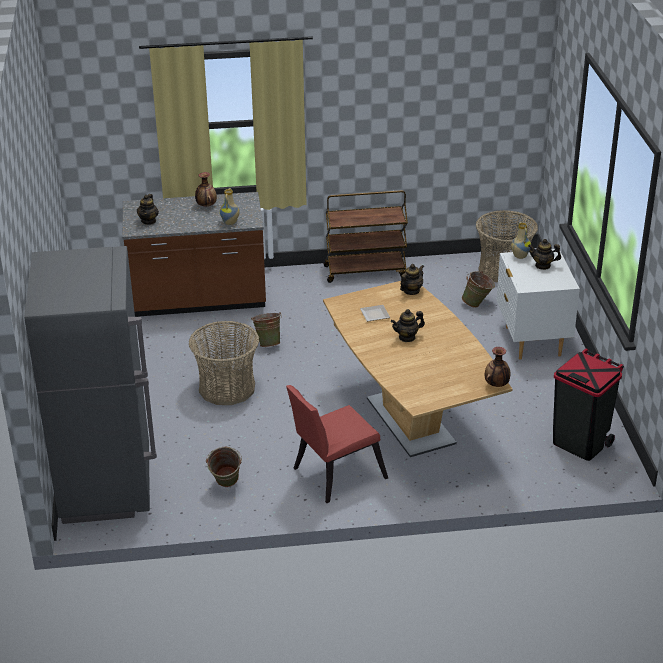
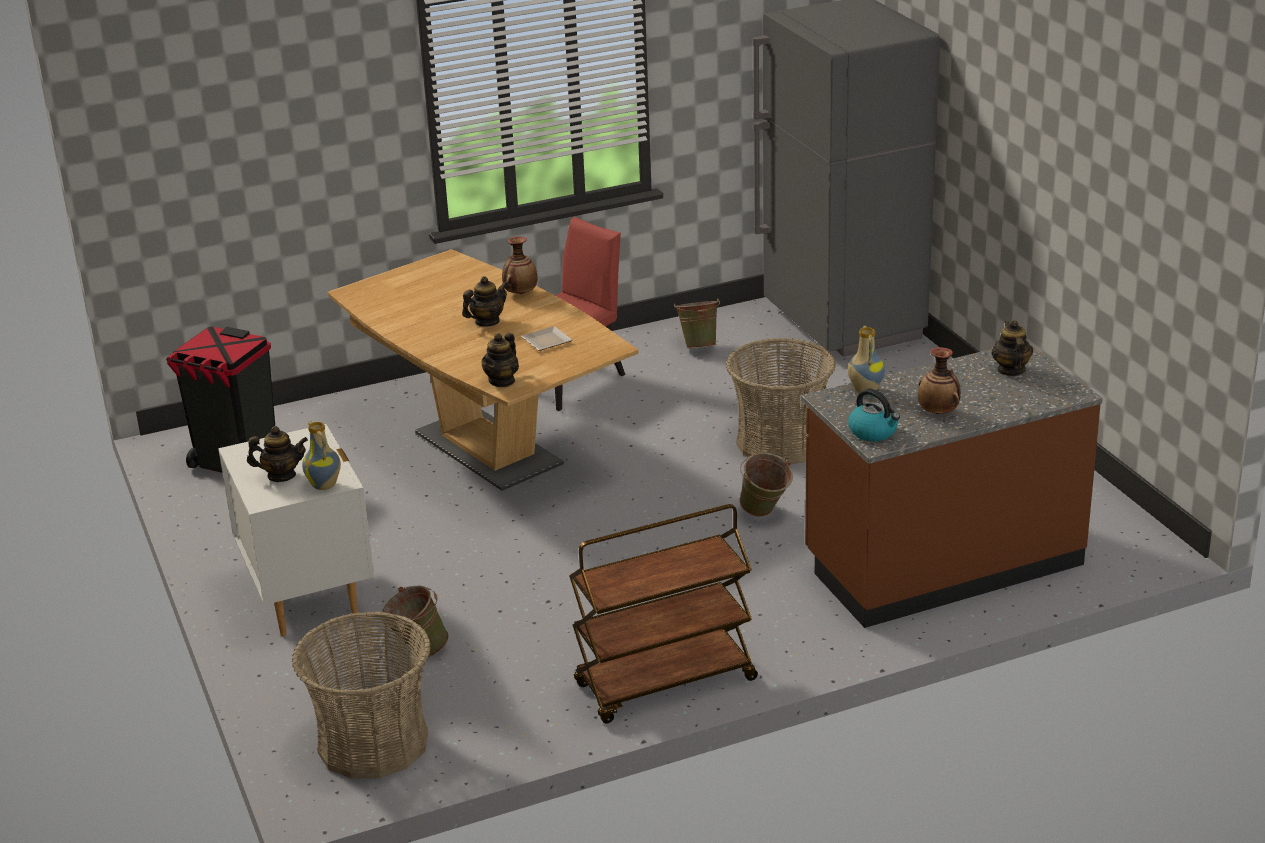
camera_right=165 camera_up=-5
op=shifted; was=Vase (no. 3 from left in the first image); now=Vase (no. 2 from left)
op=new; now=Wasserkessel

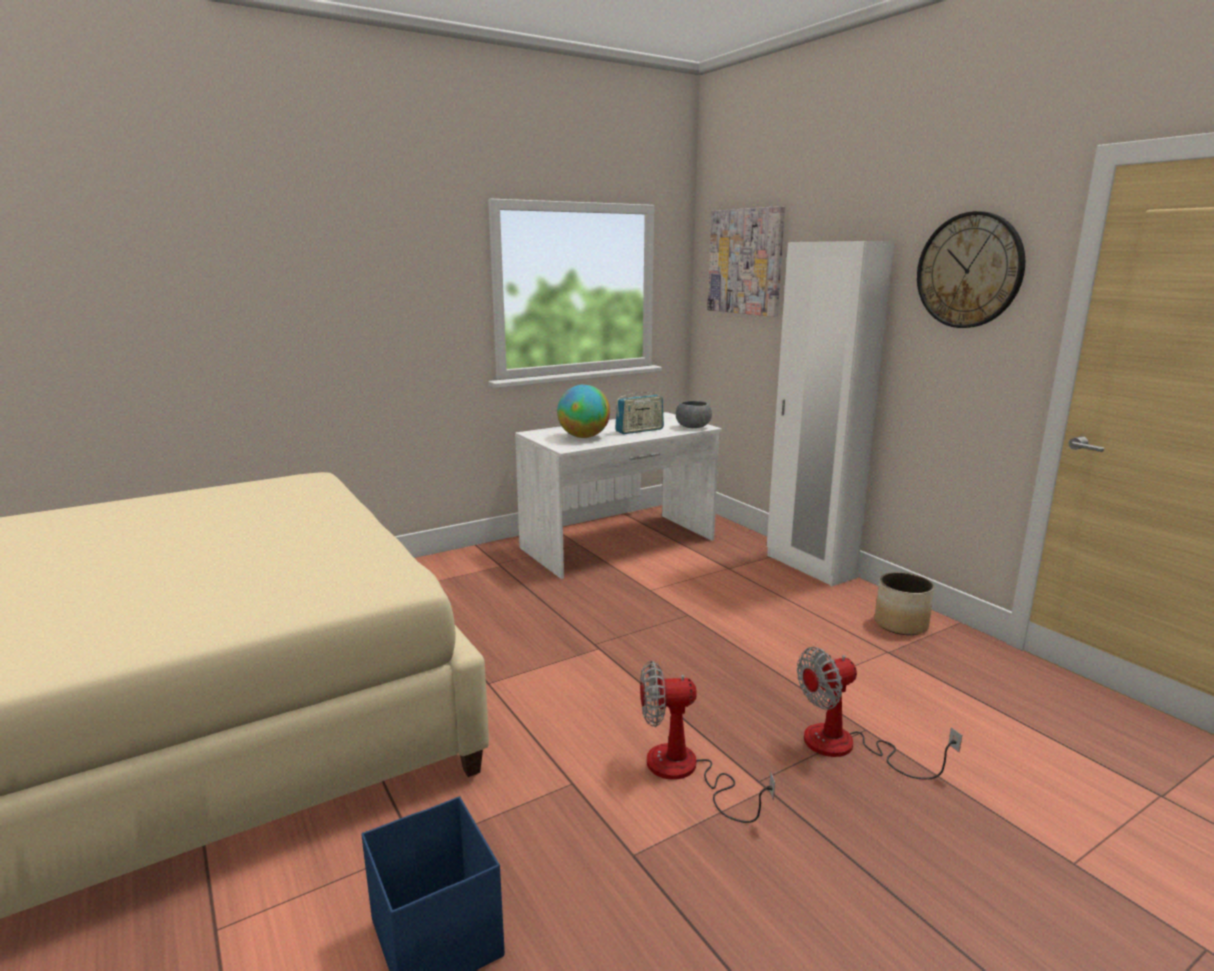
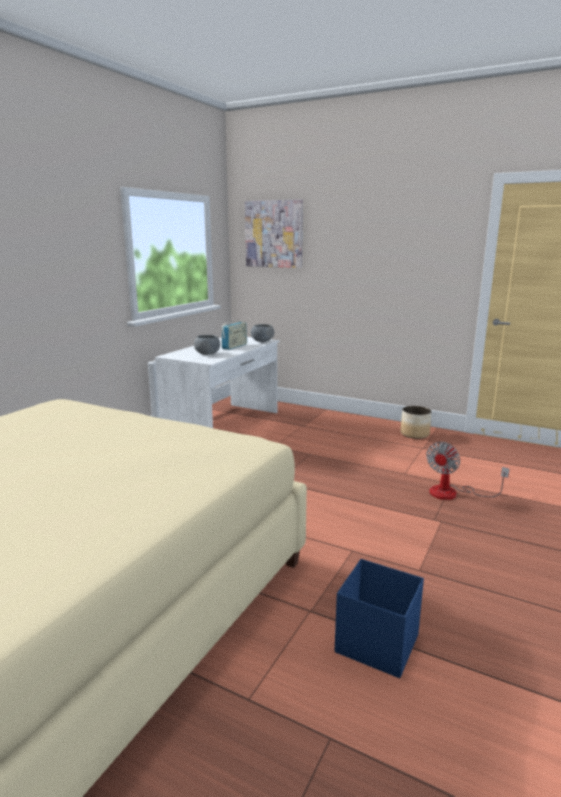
camera_right=-30 camera_up=0
op=gone; was=Wanduhr
op=gone; was=Kleiderschrank/weiß
op=swapped; was=Globus; now=Schüssel/grau (no. 1 from left)
op=gone; was=Ventilator (no. 1 from left)

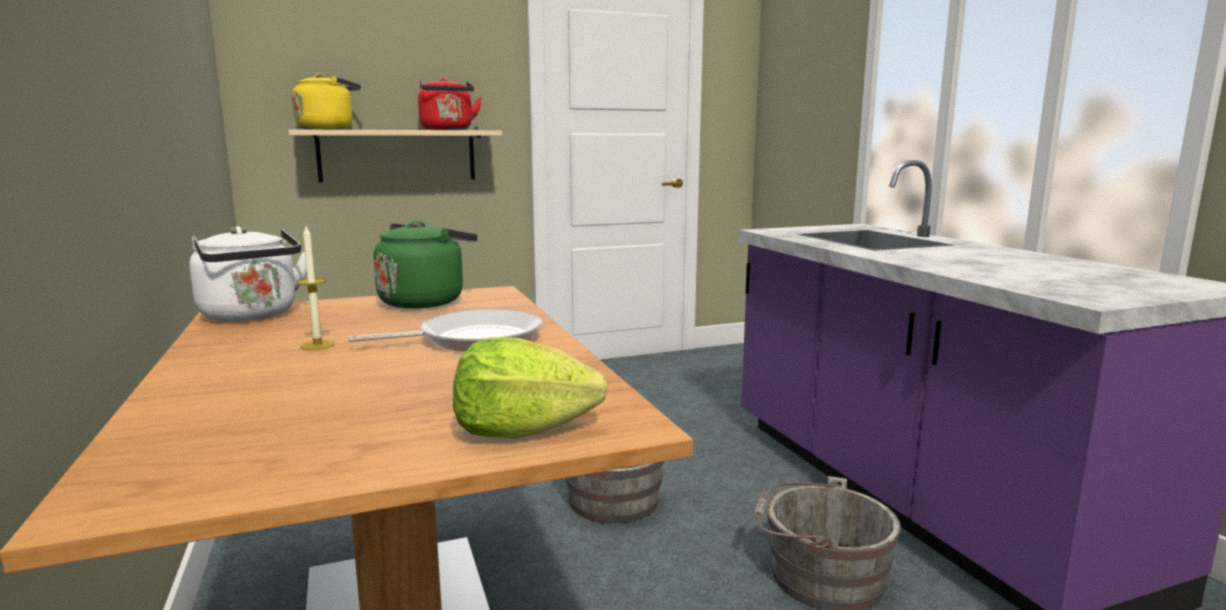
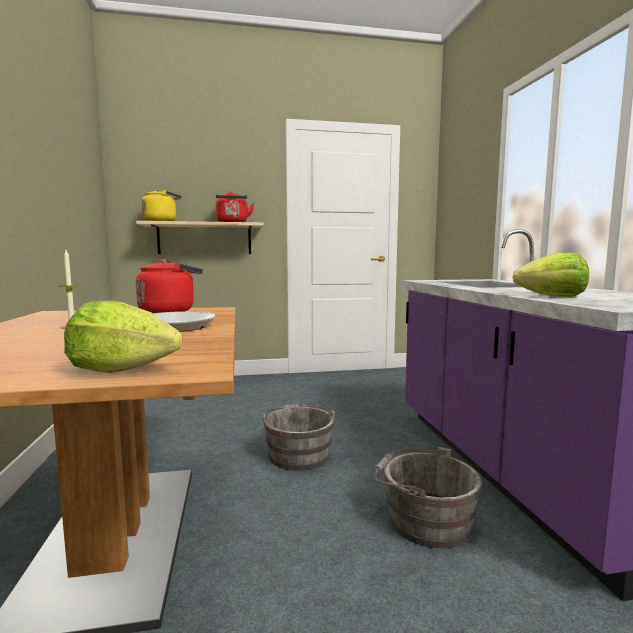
camera_right=10 camera_up=-5
op=repainted; was=Wasserkessel/grün; now=Wasserkessel/rot (no. 1 from left)
op=gone; was=Wasserkessel/weiß
op=new; now=Salatkopf (no. 2 from left)

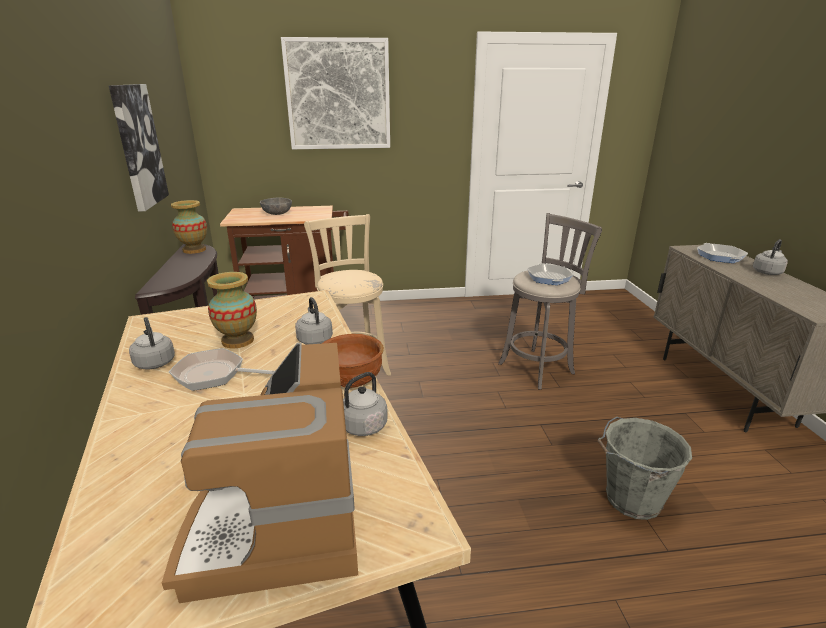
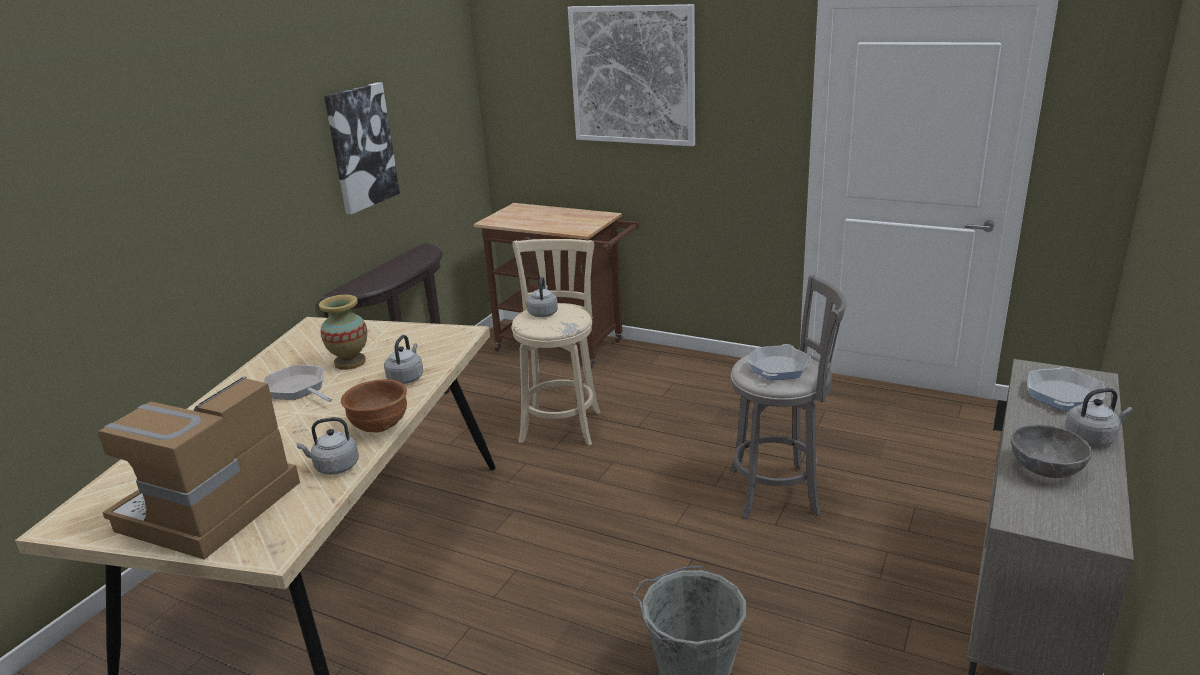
camera_right=35 camera_up=0
op=shifted; was=Schüssel/grau
op=gone; was=Vase (no. 1 from left)
op=shifted; was=Wasserkessel/grau (no. 1 from left in the first image); now=Wasserkessel/grau (no. 3 from left)

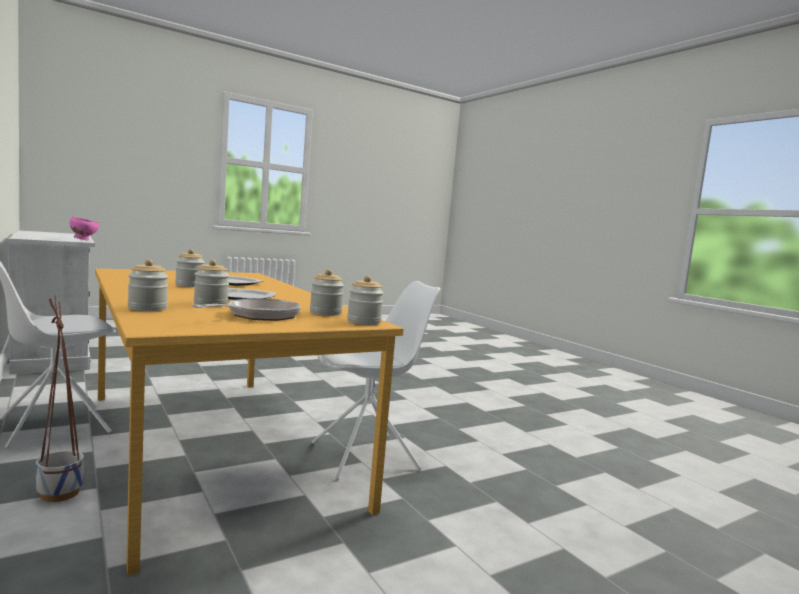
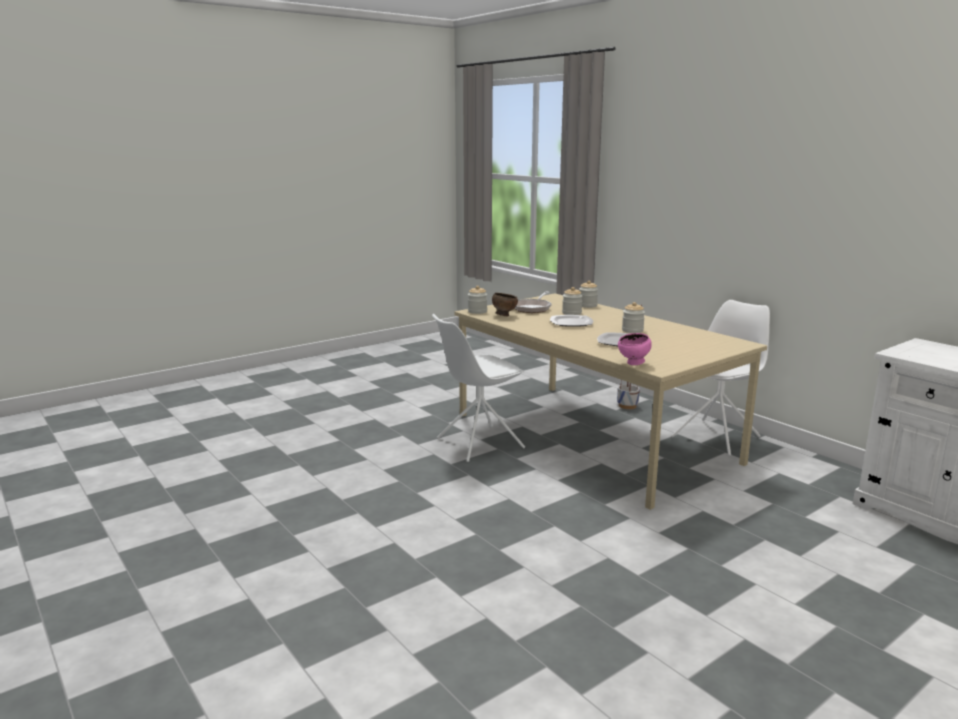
camera_right=175 camera_up=10
op=shifted; was=Schüssel/rosa
op=repainted; was=Esstisch/orange; now=Esstisch/beige
op=swapped; was=Vorratsglas (no. 4 from left); now=Schüssel/braun

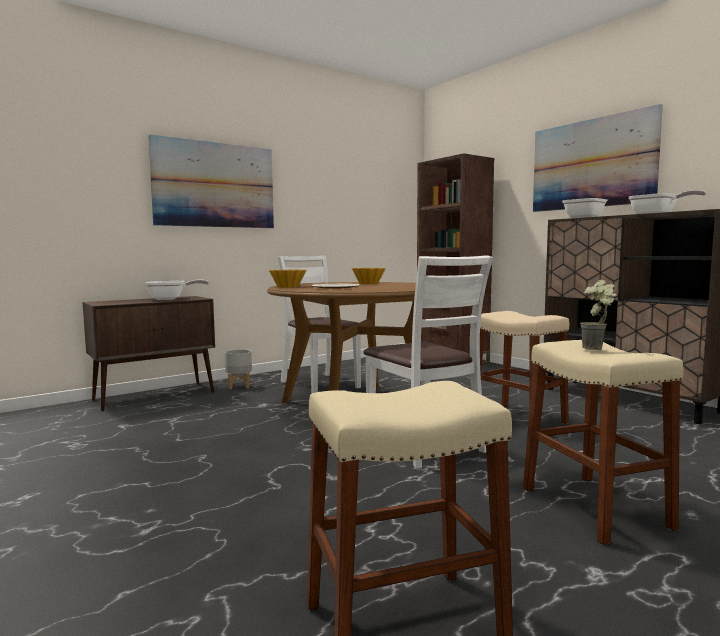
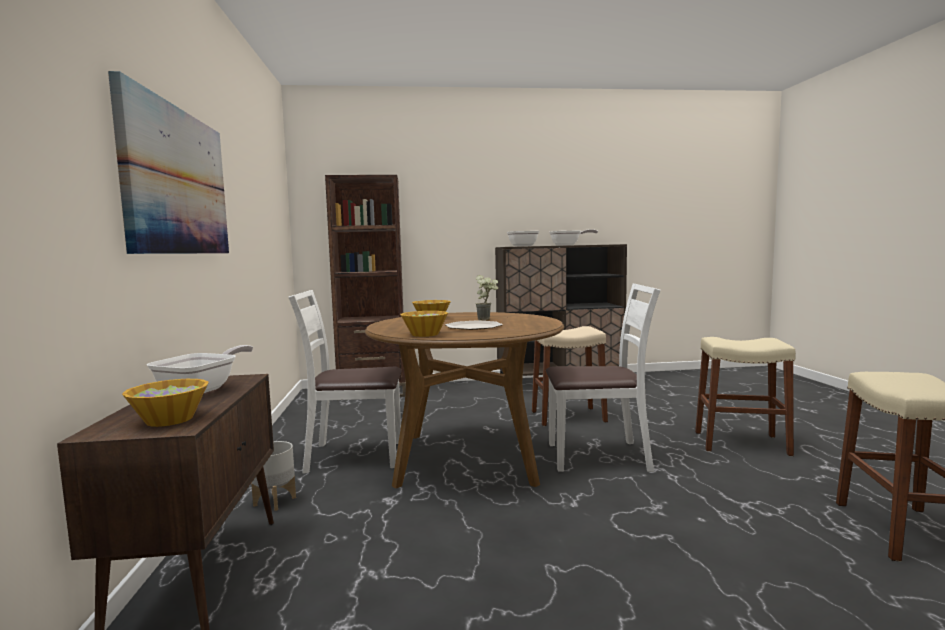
camera_right=-60 camera_up=0
op=gone; was=Bild (no. 2 from left)
op=shifted; was=Topfpflanze
op=new; now=Schüssel (no. 1 from left)

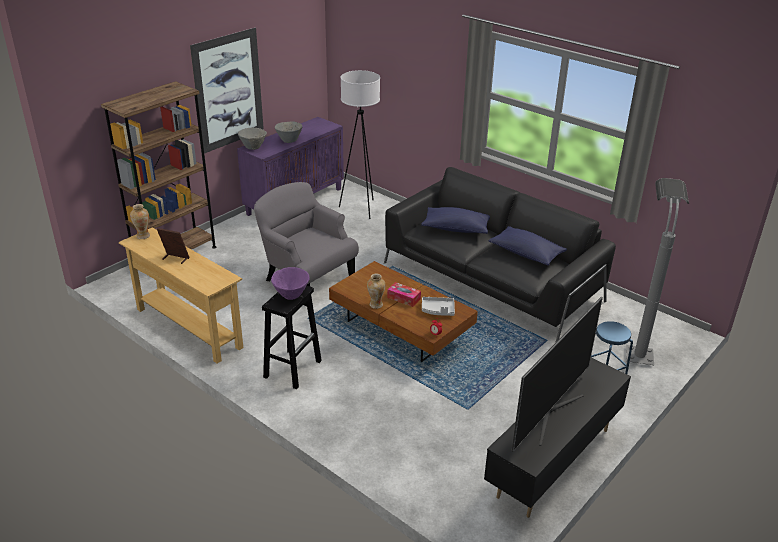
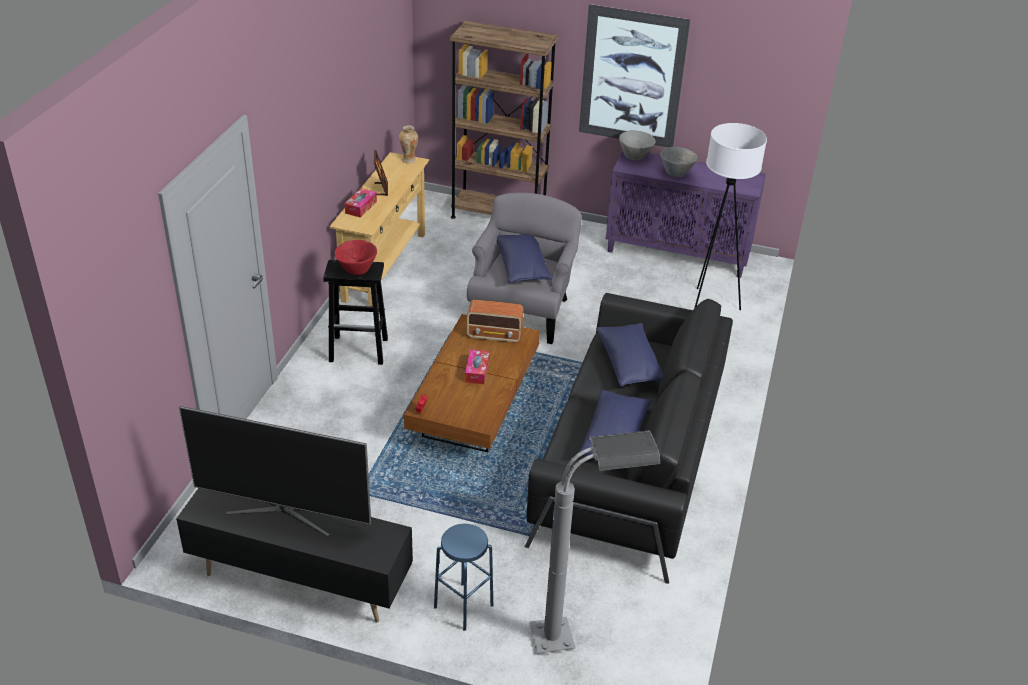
camera_right=65 camera_up=5
op=repainted; was=Schüssel/lila; now=Schüssel/rot
op=gone; was=Vase (no. 2 from left)
op=gone; was=Tablett/grau
op=new; now=Taschentuchbox (no. 1 from left)
op=new; now=Kissen/blau (no. 1 from left)
op=new; now=Radio

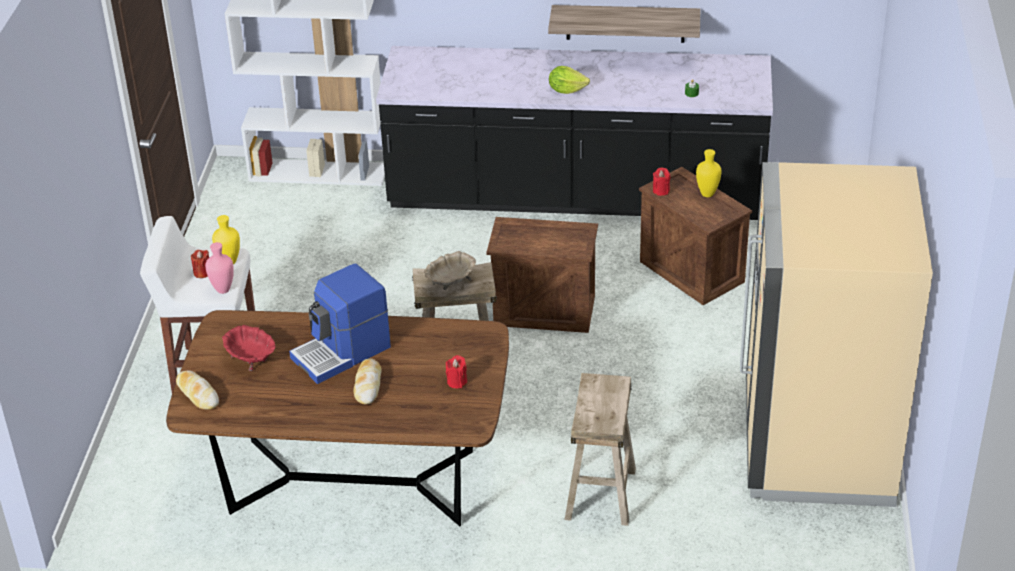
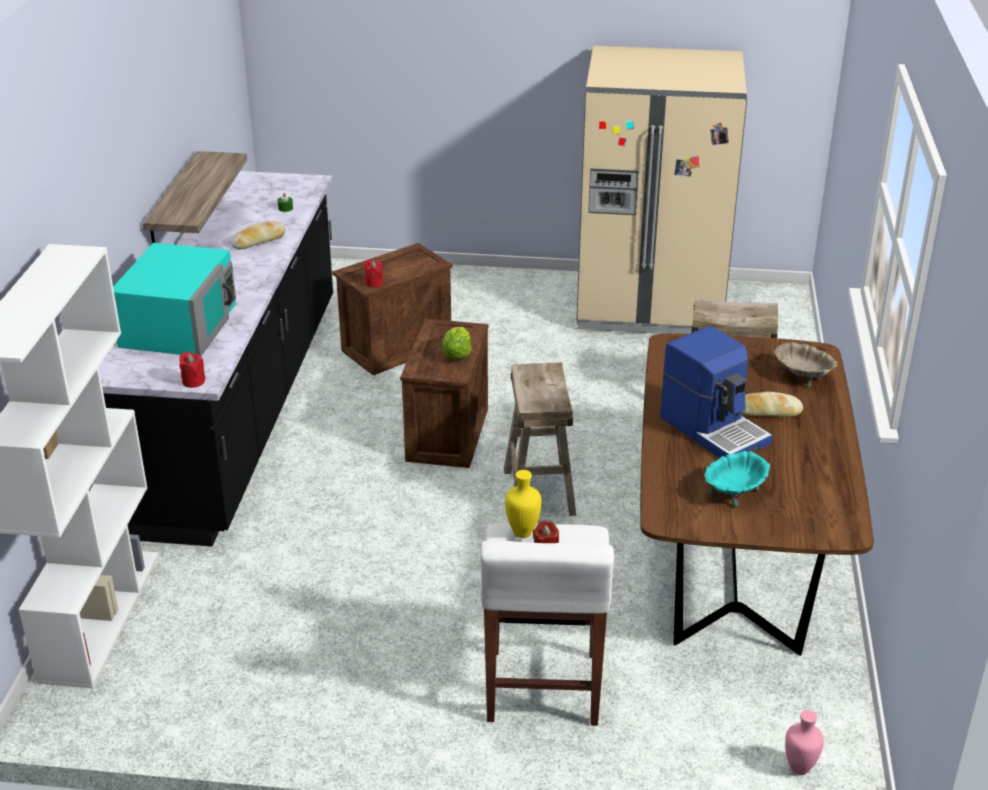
camera_right=-90 camera_up=-5
op=shifted; was=Salatkopf
op=gone; was=Vase/gelb (no. 2 from left)
op=shifted; was=Vase/rosa
op=shifted; was=Schüssel/beige
op=repainted; was=Schüssel/rot; now=Schüssel/türkis
op=shifted; was=Kerze/rot (no. 2 from left in the first image); now=Kerze/rot (no. 1 from left)
op=shifted; was=Brot (no. 1 from left)
op=new; now=Mikrowelle/türkis

